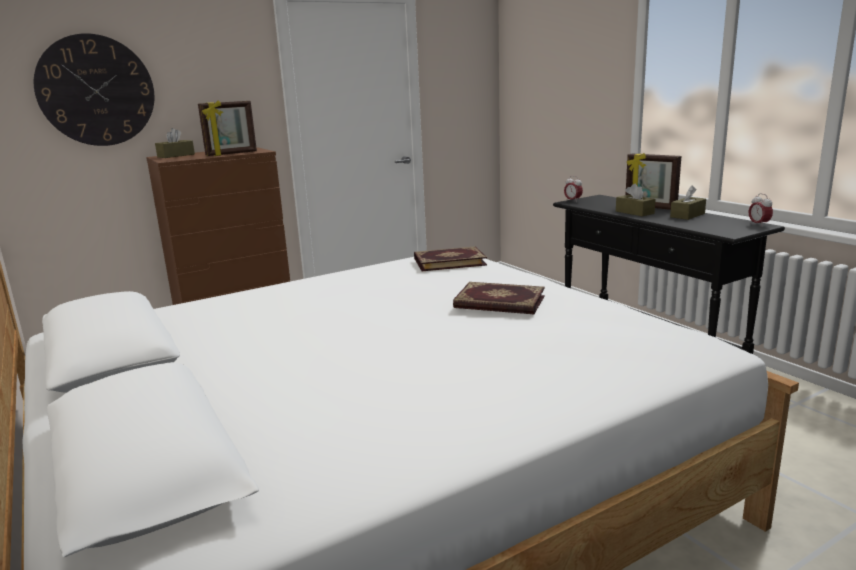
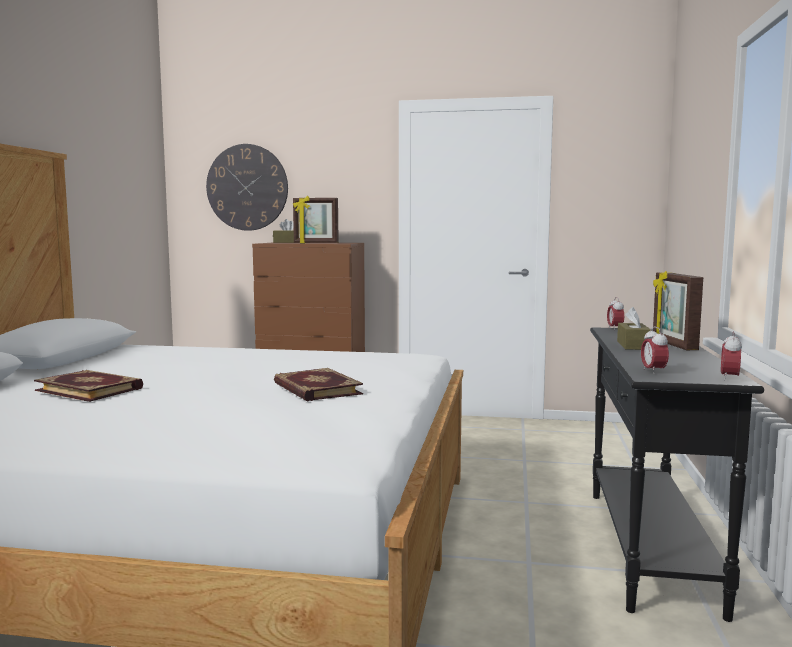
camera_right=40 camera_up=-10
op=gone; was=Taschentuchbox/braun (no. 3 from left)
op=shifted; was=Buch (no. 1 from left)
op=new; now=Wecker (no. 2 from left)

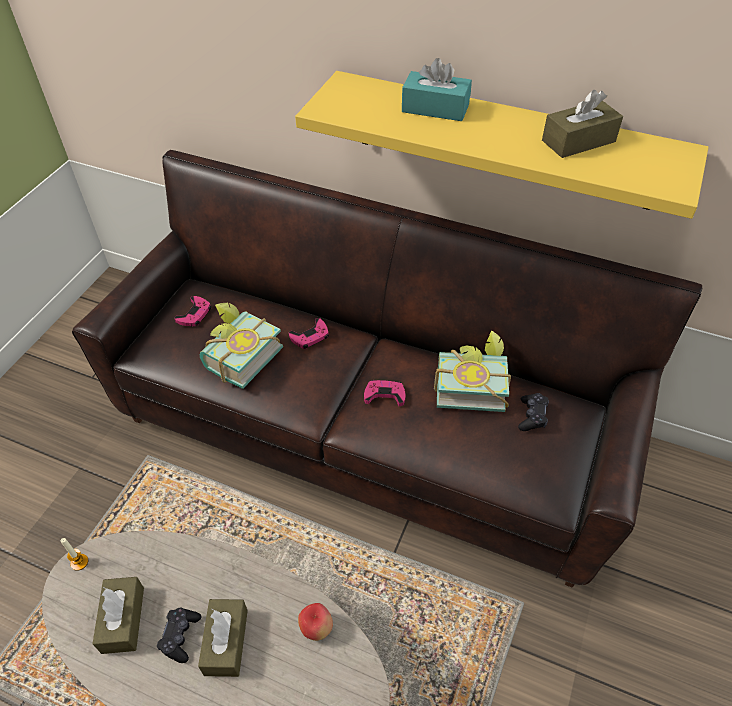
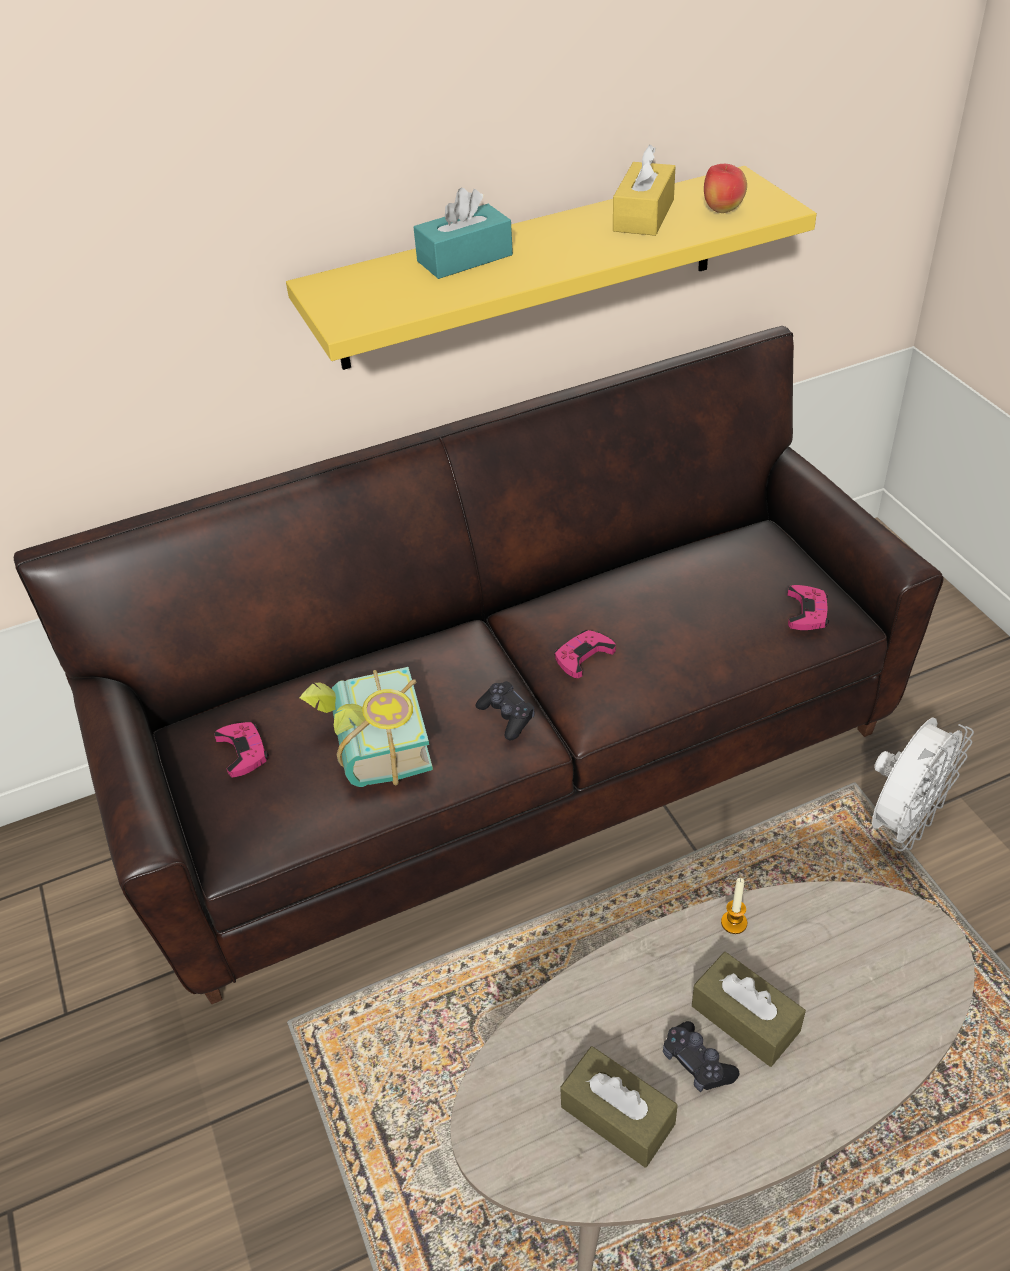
camera_right=-45 camera_up=-5
op=repainted; was=Taschentuchbox/braun (no. 3 from left); now=Taschentuchbox/gelb
op=shifted; was=Gamepad/rosa (no. 2 from left in the first image); now=Gamepad/rosa (no. 3 from left)
op=gone; was=Buch (no. 2 from left)
op=shifted; was=Gamepad/schwarz (no. 2 from left in the first image); now=Gamepad/schwarz (no. 1 from left)
op=shifted; was=Kerze
op=shifted; was=Apfel
op=new; now=Ventilator/weiß

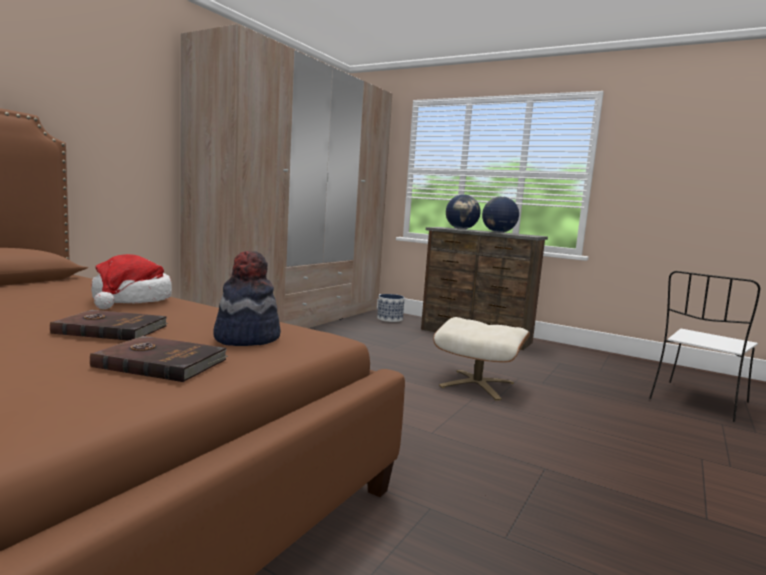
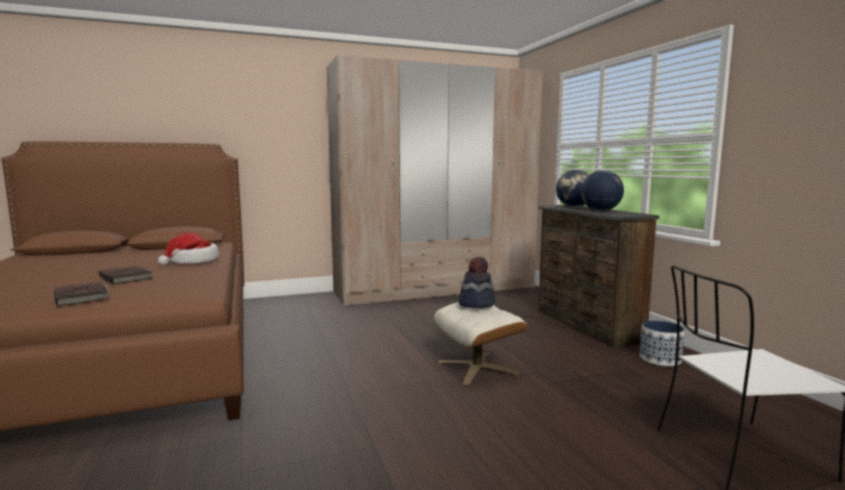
camera_right=40 camera_up=0
op=shifted; was=Hut (no. 2 from left)
op=shifted; was=Pflanzkübel

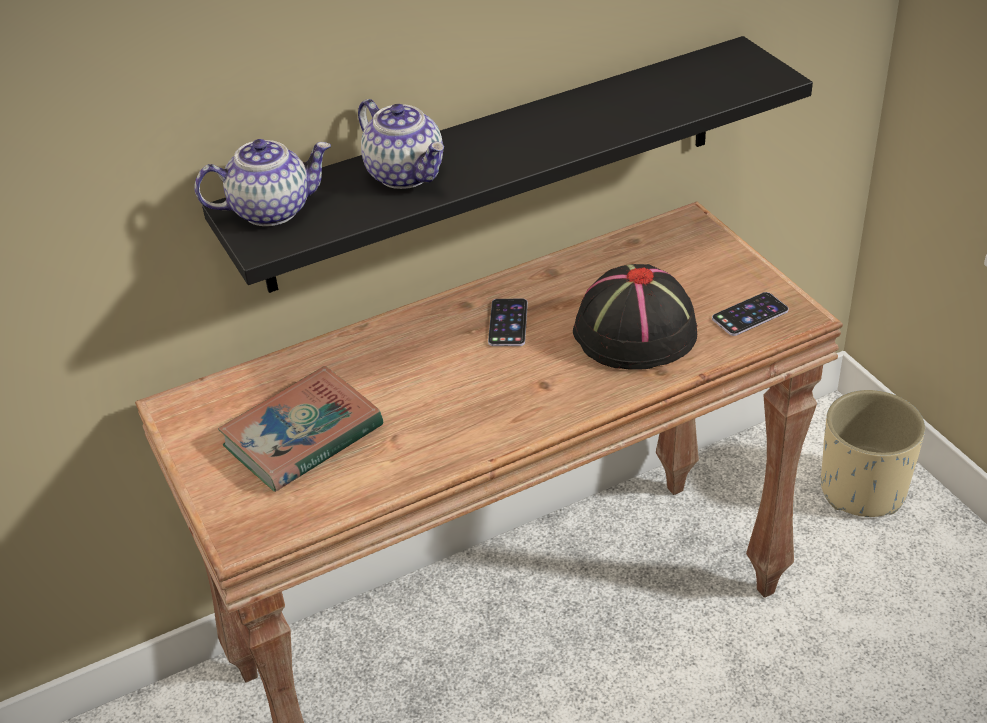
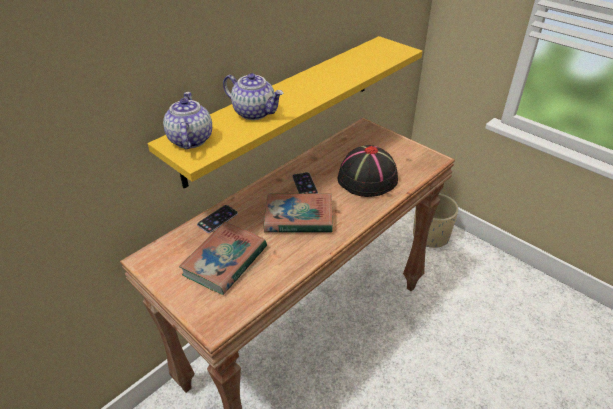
camera_right=-20 camera_up=0
op=repainted; was=Wandregal/schwarz; now=Wandregal/gelb
op=rotated; was=Teekanne (no. 1 from left); clockwise=-60
op=shifted; was=Handy (no. 2 from left in the first image); now=Handy (no. 1 from left)
op=new; now=Buch (no. 2 from left)

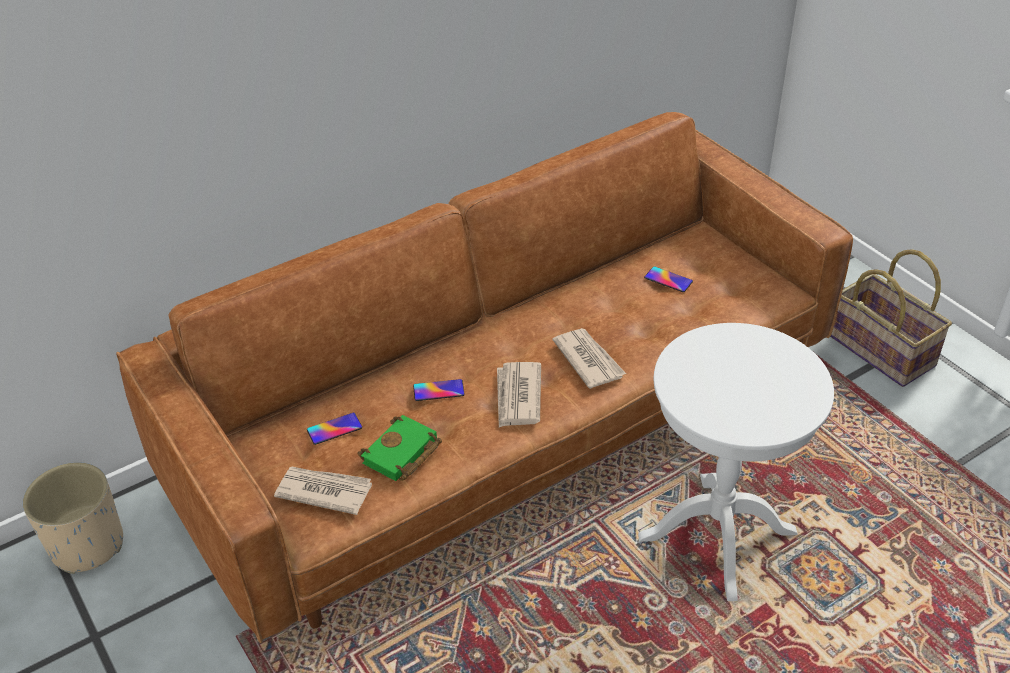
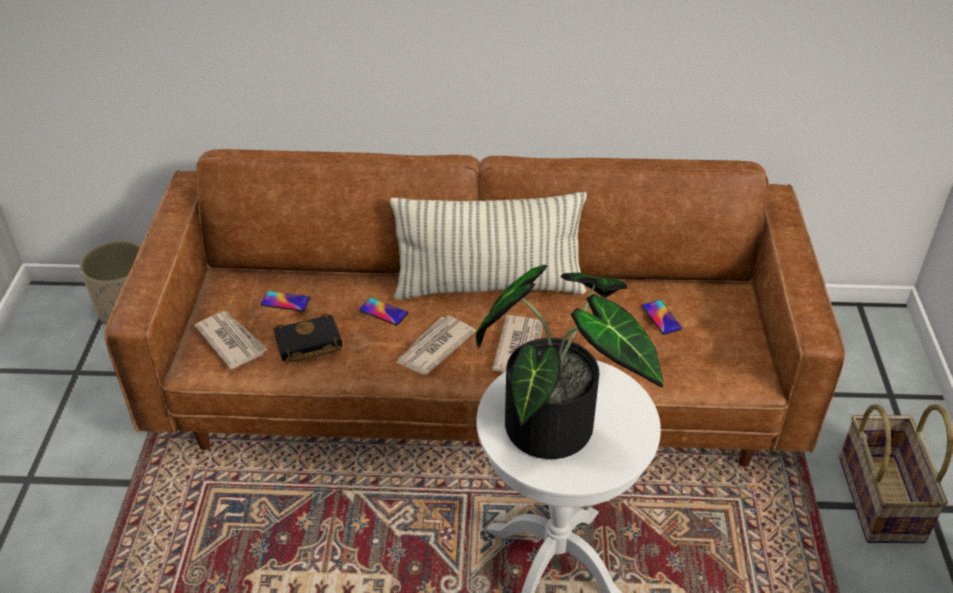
camera_right=35 camera_up=0
op=repainted; was=Buch/grün; now=Buch/schwarz
op=new; now=Kissen
op=new; now=Topfpflanze

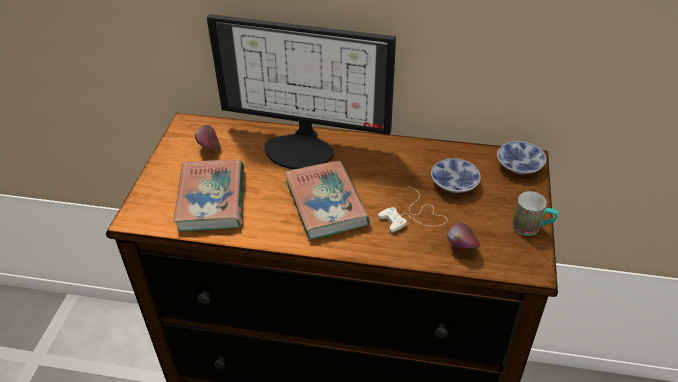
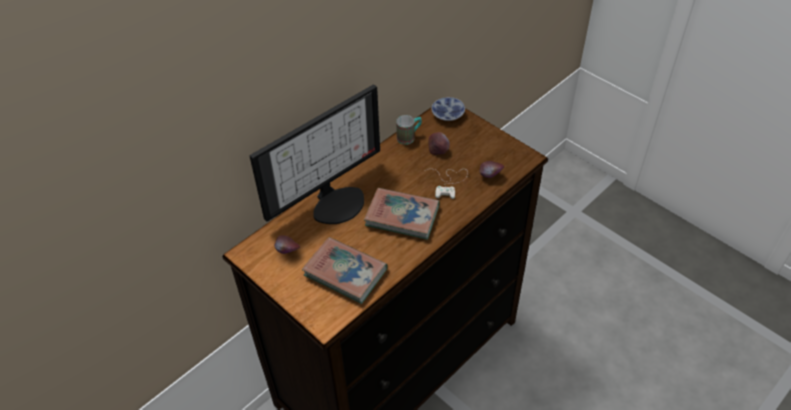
camera_right=-55 camera_up=5
op=swapped; was=Schüssel (no. 1 from left); now=Apfel (no. 2 from left)
op=shifted; was=Henkelbecher

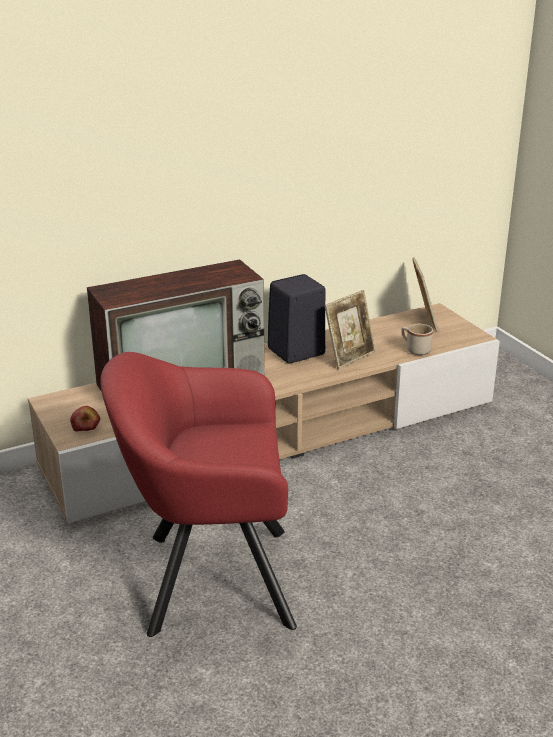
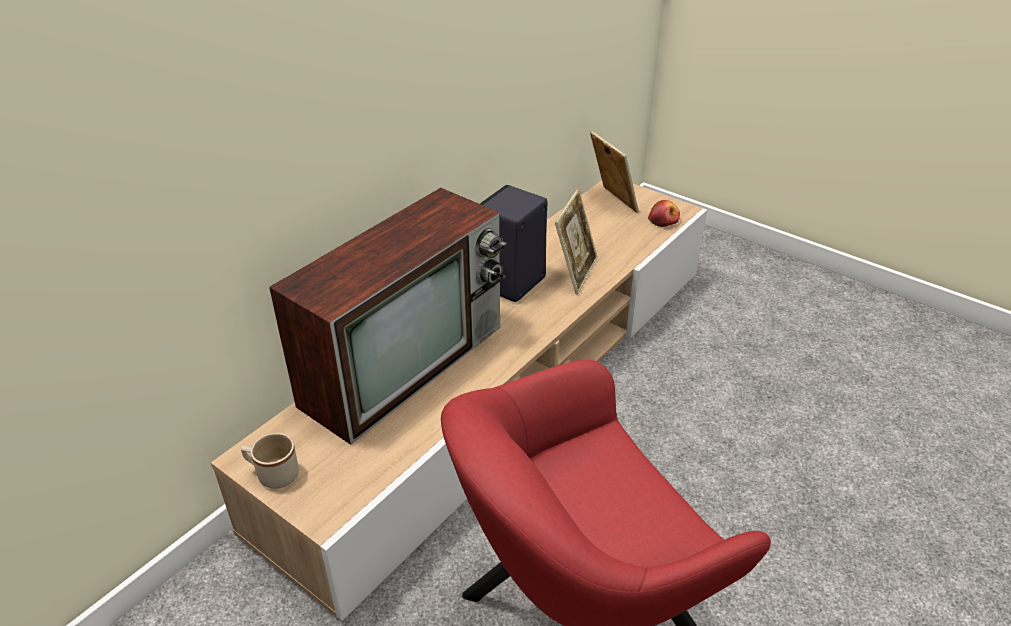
camera_right=-25 camera_up=10
op=shifted; was=Henkelbecher/beige
op=shifted; was=Apfel

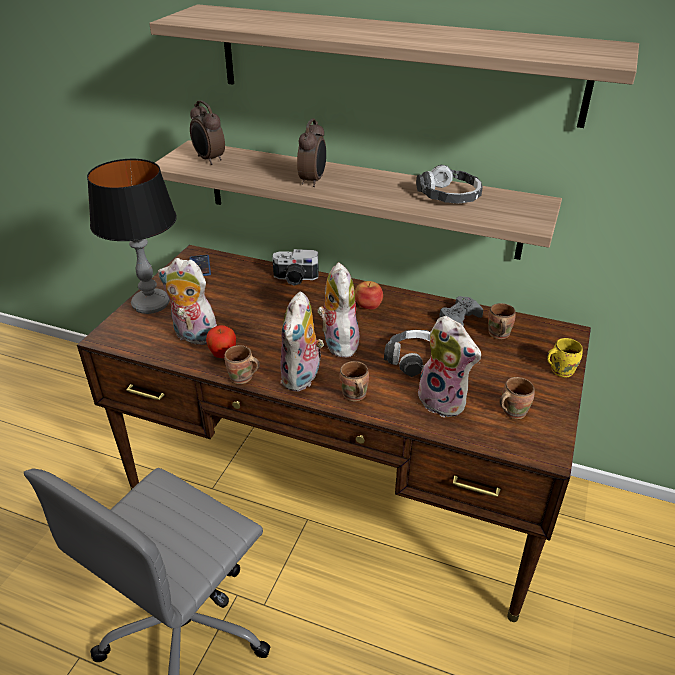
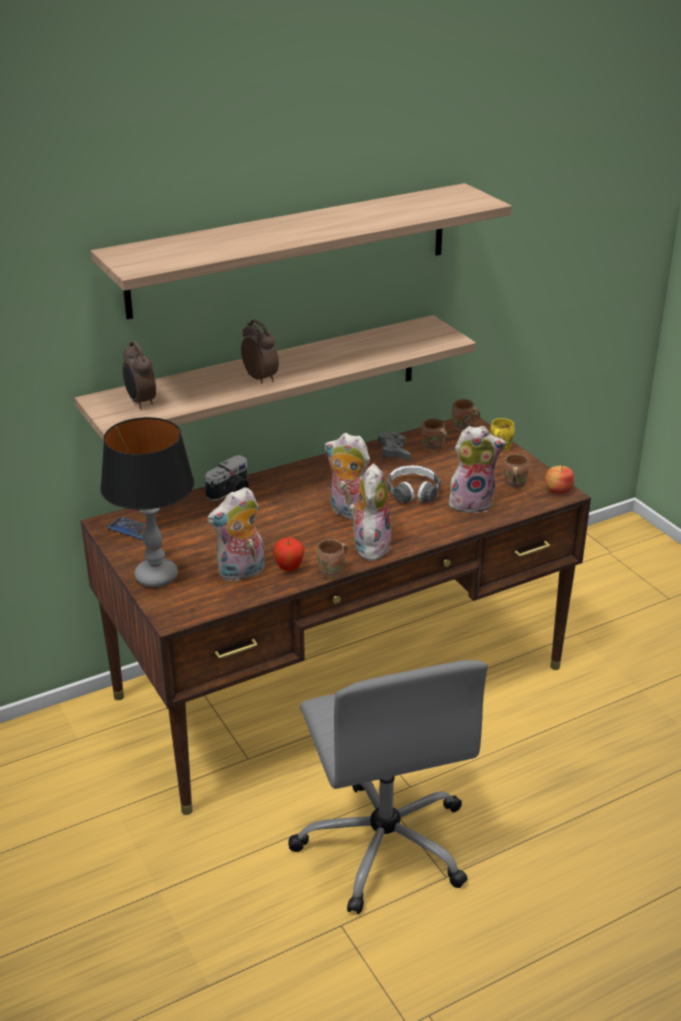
camera_right=-50 camera_up=-5
op=rotated; was=Wecker (no. 1 from left); clockwise=60
op=gone; was=Kopfhörer (no. 2 from left)
op=shifted; was=Apfel (no. 2 from left)
op=rotated; was=Plüschtier (no. 2 from left in the first image); clockwise=-135
op=shifted; was=Henkelbecher/braun (no. 2 from left in the first image); now=Henkelbecher/braun (no. 3 from left)

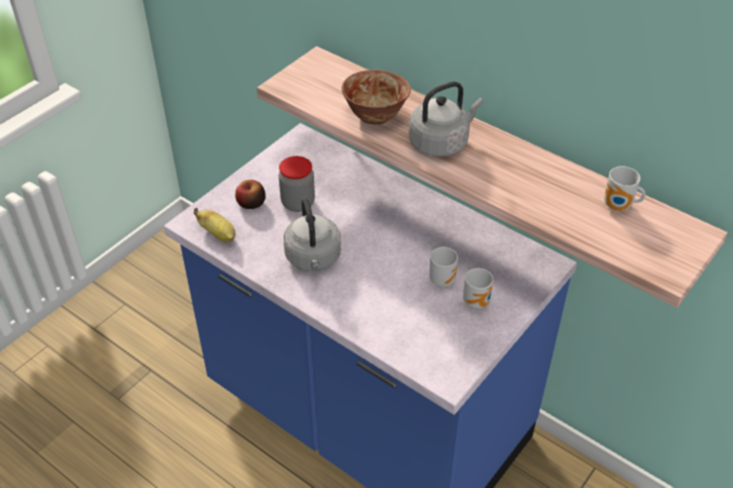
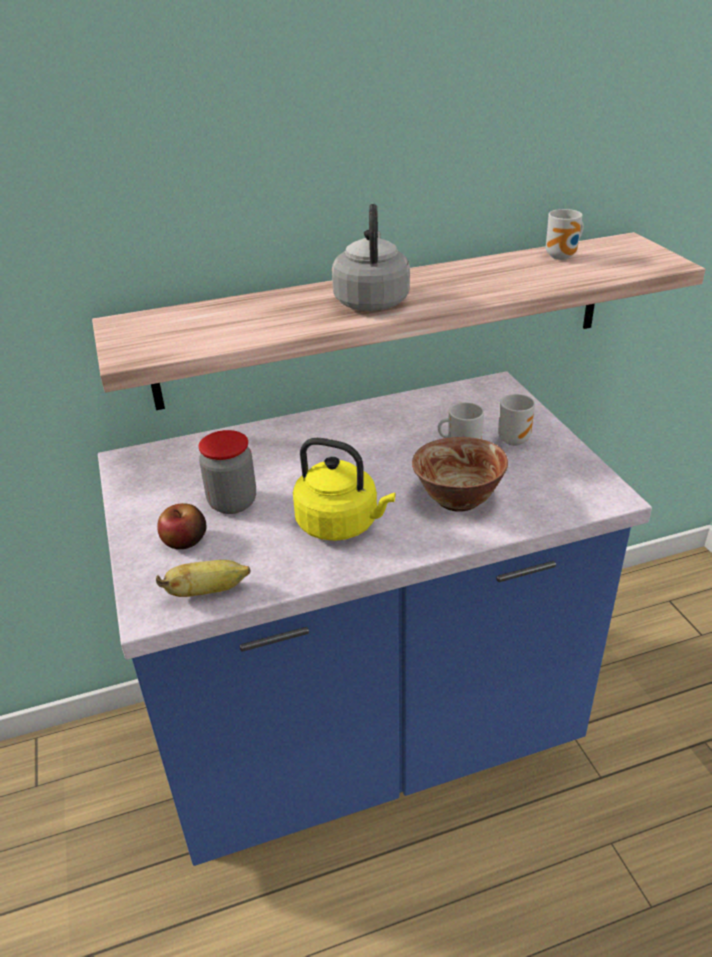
camera_right=-55 camera_up=-10
op=shifted; was=Schüssel
op=repainted; was=Wasserkessel/grau (no. 1 from left); now=Wasserkessel/gelb

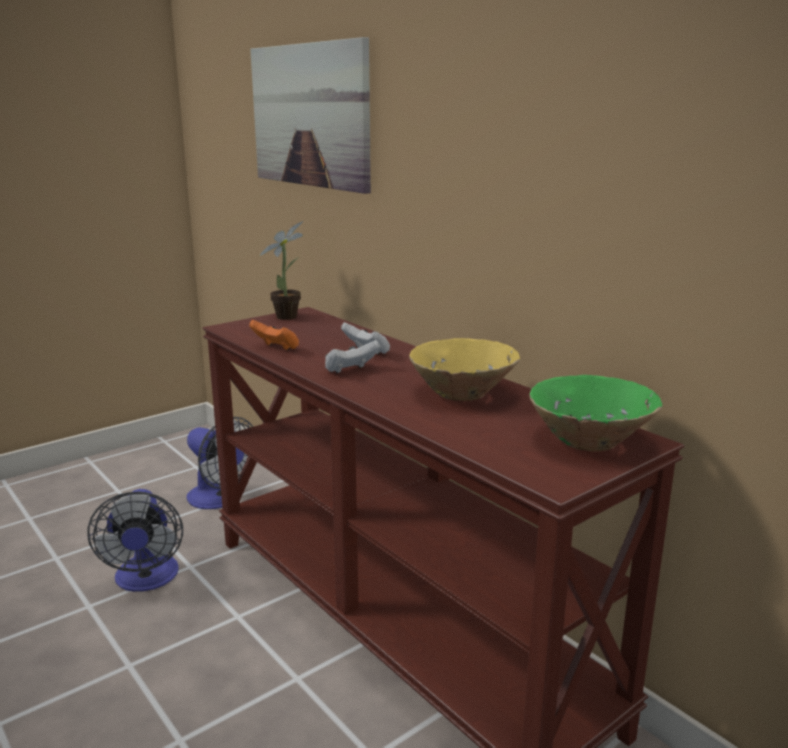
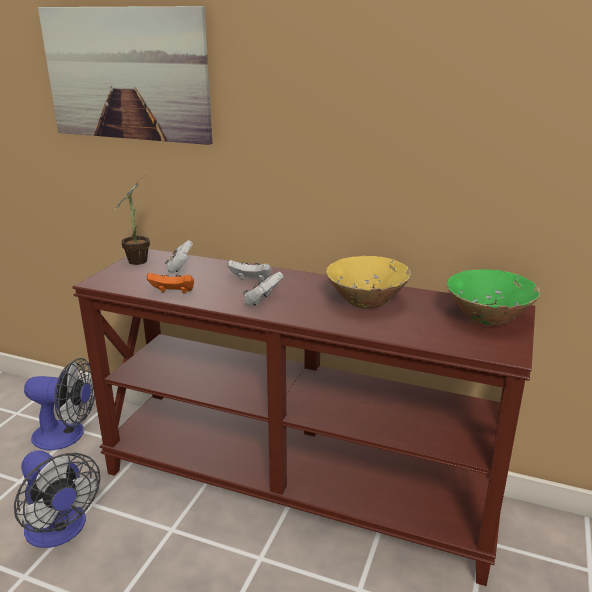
camera_right=-30 camera_up=5
op=new; now=Gamepad/weiß (no. 1 from left)

